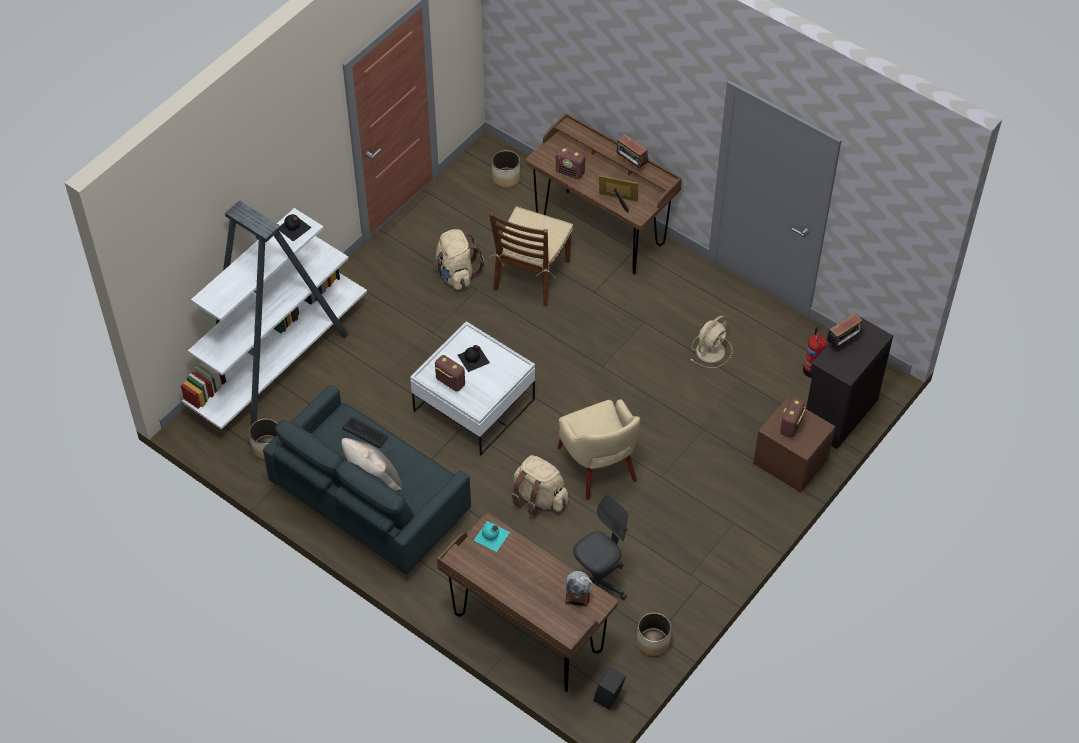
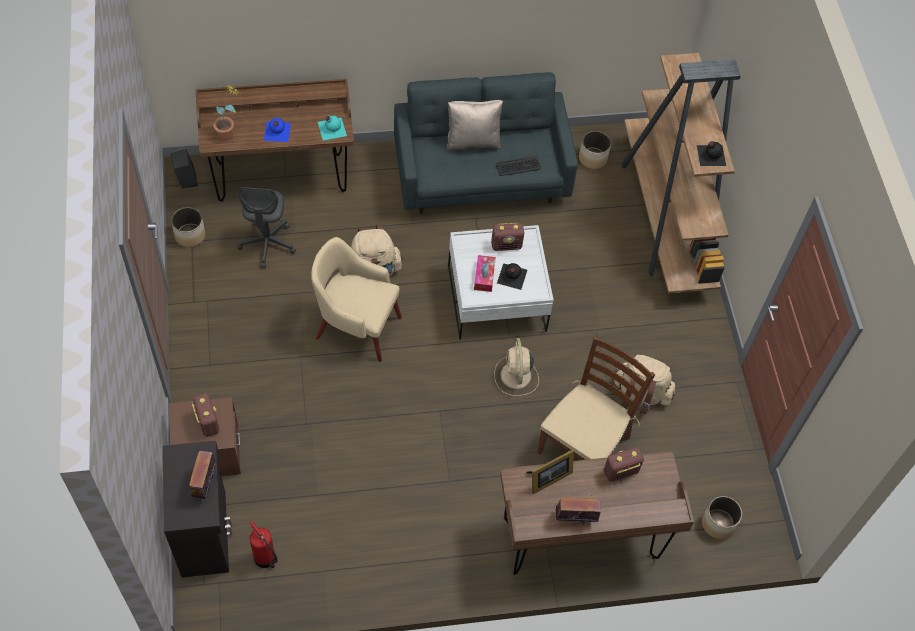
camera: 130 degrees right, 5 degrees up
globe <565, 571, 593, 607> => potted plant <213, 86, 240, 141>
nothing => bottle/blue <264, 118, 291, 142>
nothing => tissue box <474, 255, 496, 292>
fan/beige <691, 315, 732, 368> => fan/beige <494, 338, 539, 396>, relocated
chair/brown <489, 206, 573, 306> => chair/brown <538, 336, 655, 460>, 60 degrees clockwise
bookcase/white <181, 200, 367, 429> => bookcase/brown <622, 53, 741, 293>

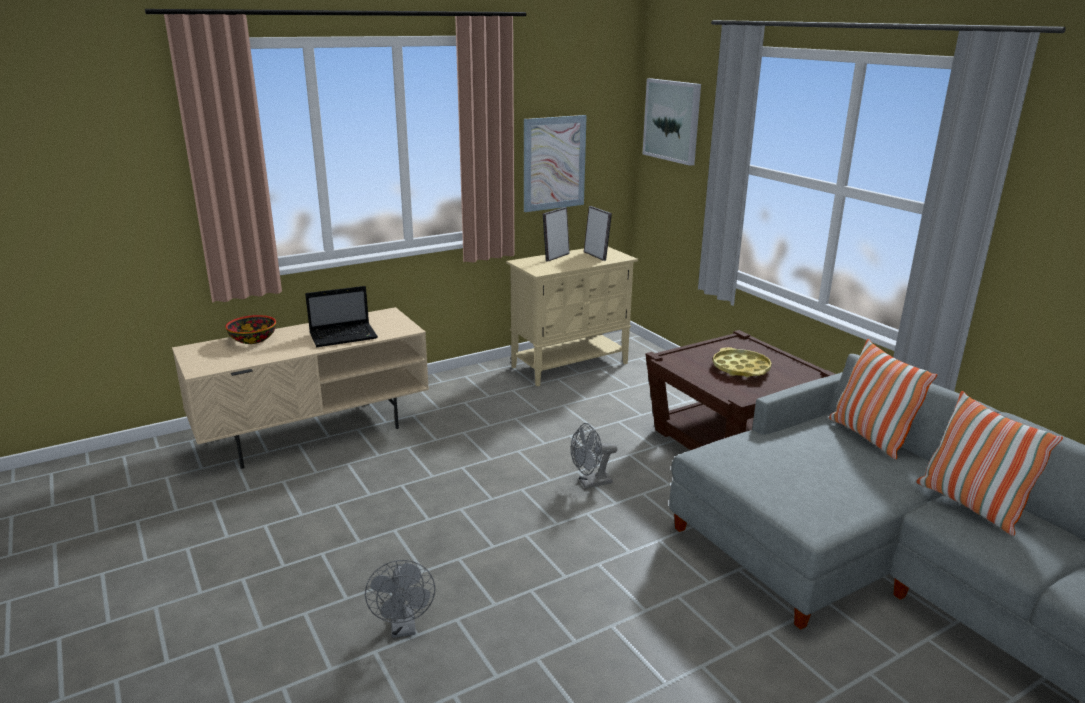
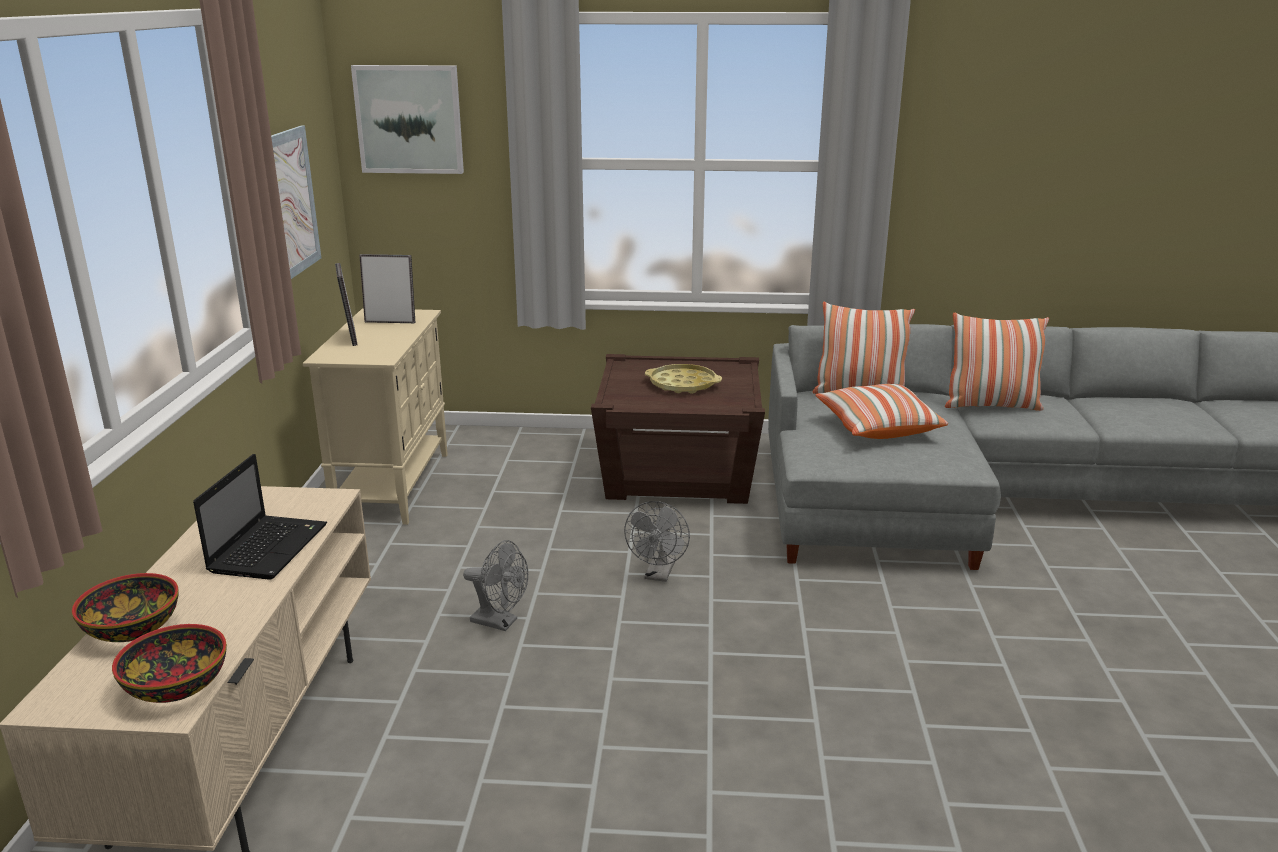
camera: 55 degrees left, 0 degrees up
nothing => bowl <112, 624, 227, 703>
fan/grey <365, 560, 435, 638> => fan/grey <463, 540, 528, 631>, relocated
nothing => pillow <815, 384, 948, 439>

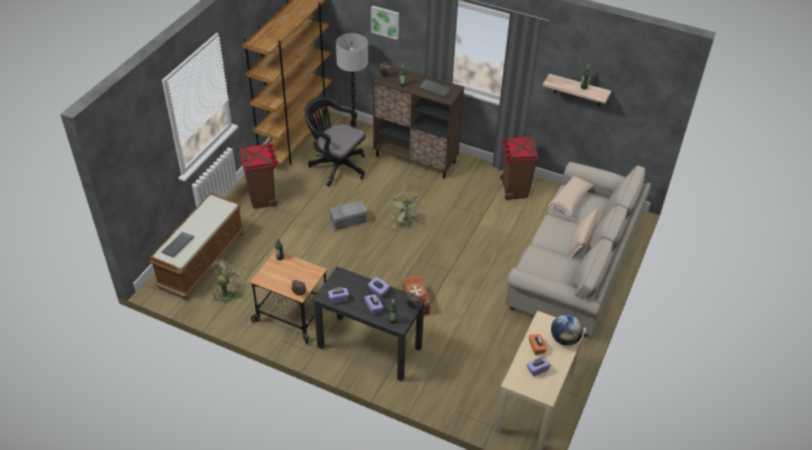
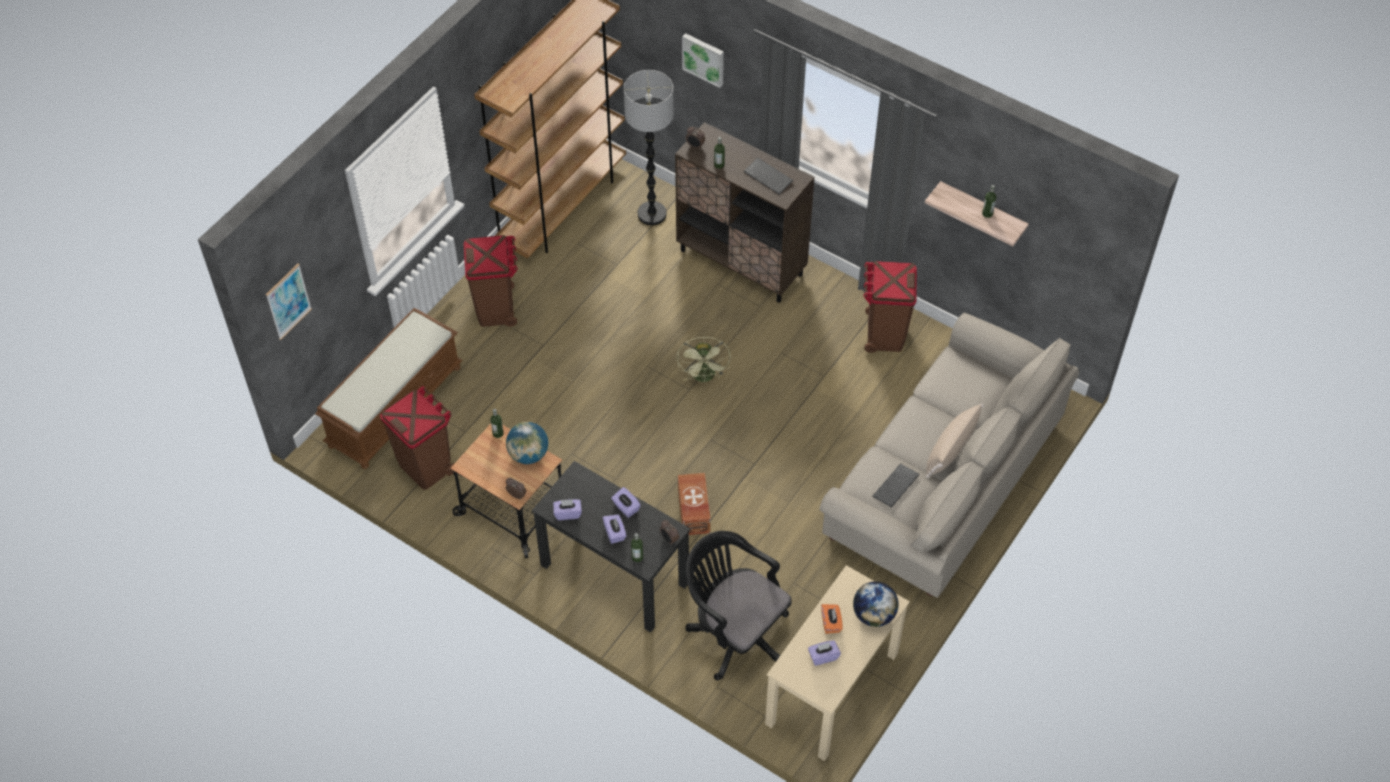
camera: 10 degrees right, 10 degrees up
nothing => picture <266, 263, 312, 340>
fan/green <212, 258, 244, 303> => trash can/brown <380, 386, 454, 490>
nothing => globe <506, 422, 548, 464>
office chair/black <305, 97, 366, 186> => office chair/black <686, 531, 792, 680>, relocated
keyboard <161, 232, 194, 257> => keyboard <872, 464, 919, 507>, relocated
storage box/grey <330, 200, 368, 232> => nothing
pillow/beige <549, 176, 594, 216> => nothing

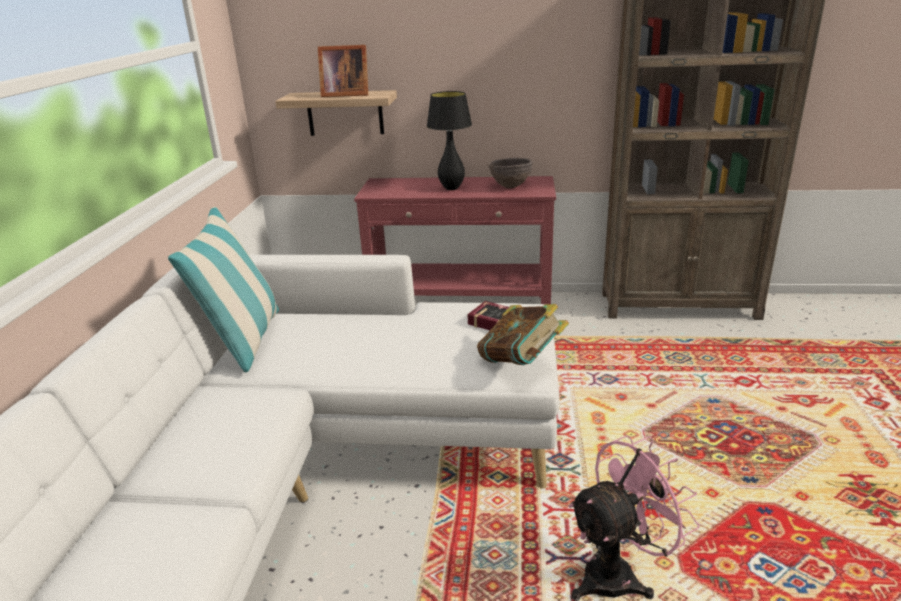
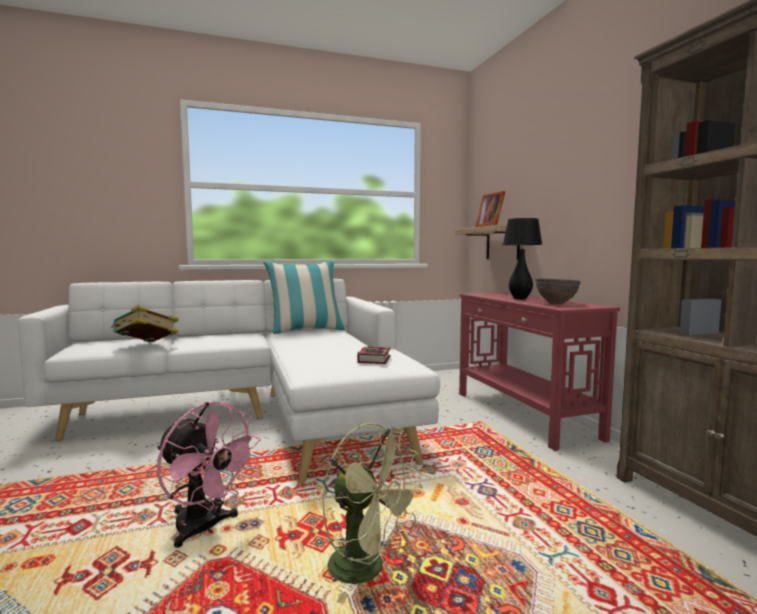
camera: 65 degrees right, 20 degrees down
book <477, 304, 569, 365> => book <111, 306, 179, 342>, relocated
nothing => fan/green <322, 423, 422, 604>

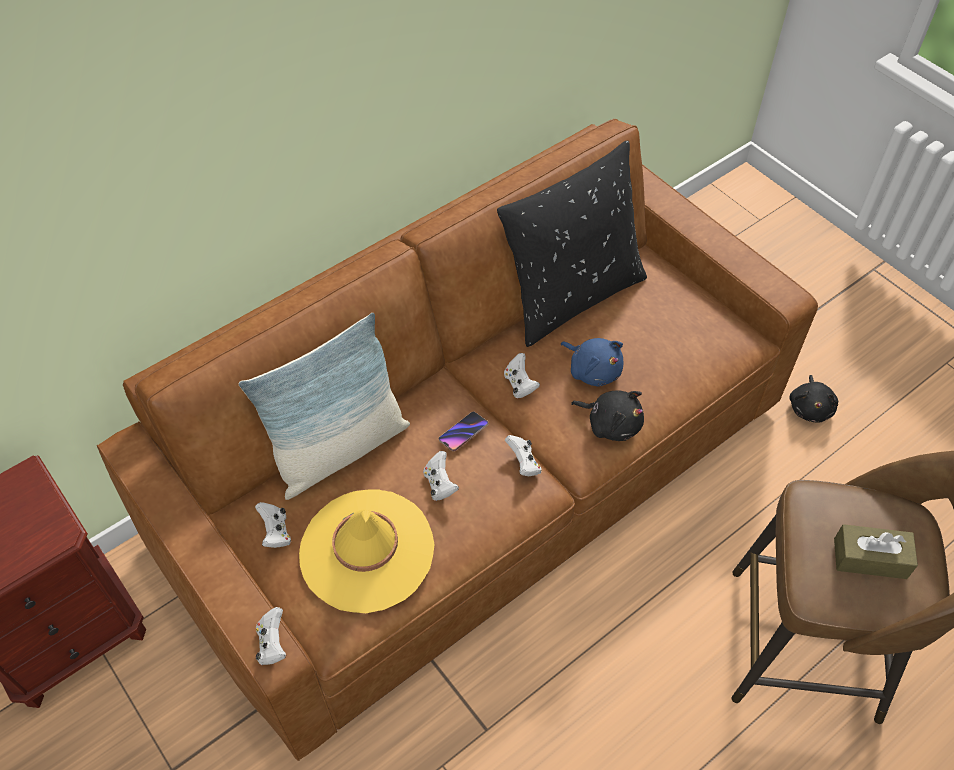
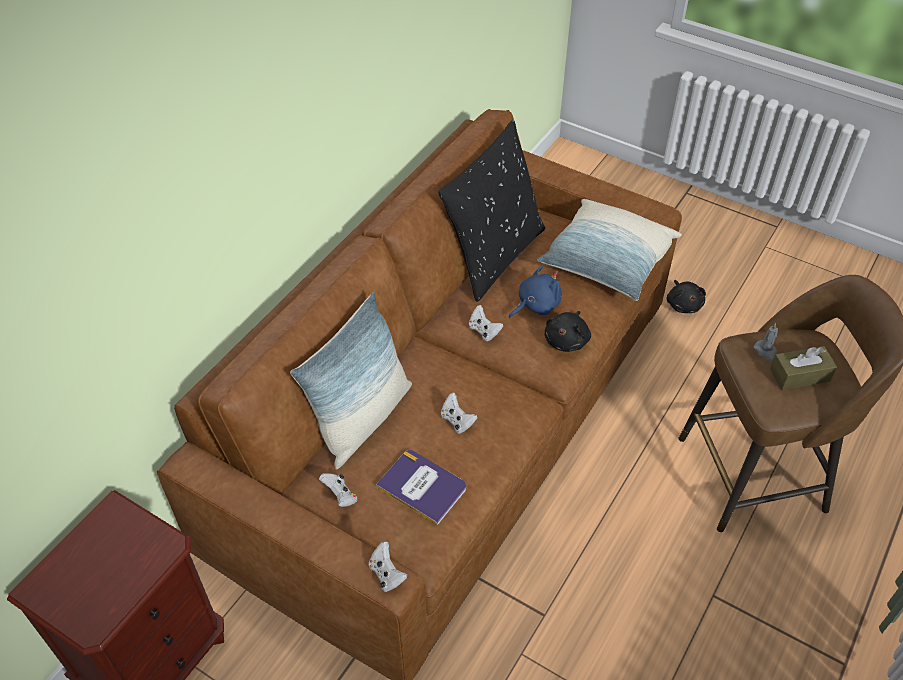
camera: 20 degrees left, 5 degrees down
hat/yellow <299, 489, 435, 613> => book <376, 450, 466, 525>
plush toy/blue <561, 338, 624, 387> => plush toy/blue <509, 265, 562, 318>, 60 degrees counterclockwise
nothing => pillow <537, 199, 682, 301>
plush toy/black <571, 390, 644, 441> => plush toy/black <544, 311, 591, 352>, 105 degrees clockwise
nothing => candle/grey <754, 323, 778, 361>
phone <439, 411, 489, 451> => nothing
game controller/white <505, 435, 542, 476> => nothing

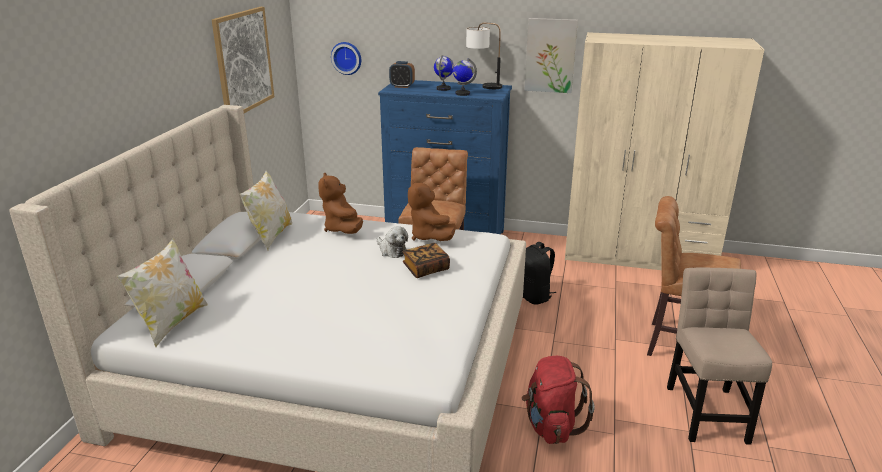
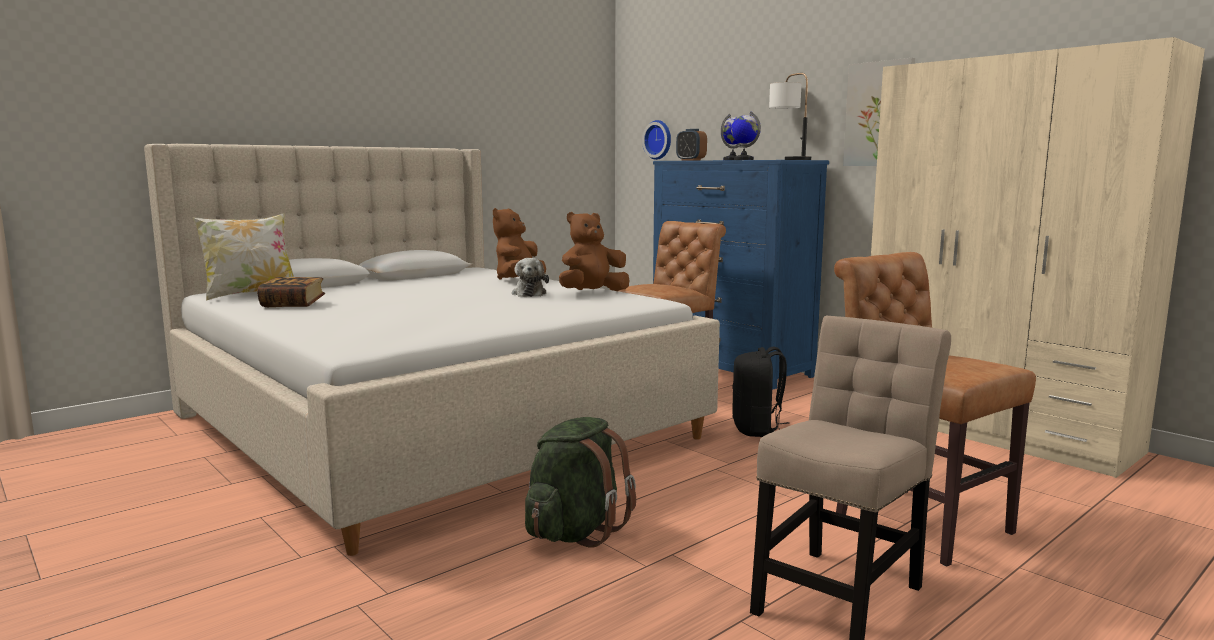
camera: 35 degrees right, 15 degrees down
book <402, 243, 450, 278> => book <257, 277, 325, 307>, relocated
backpack/red <522, 356, 594, 444> => backpack/green <525, 417, 636, 548>
plush toy/brown <408, 180, 456, 241> => plush toy/brown <559, 212, 629, 291>, 45 degrees clockwise
picture <212, 7, 274, 113> => nothing
pillow <240, 170, 292, 250> => nothing

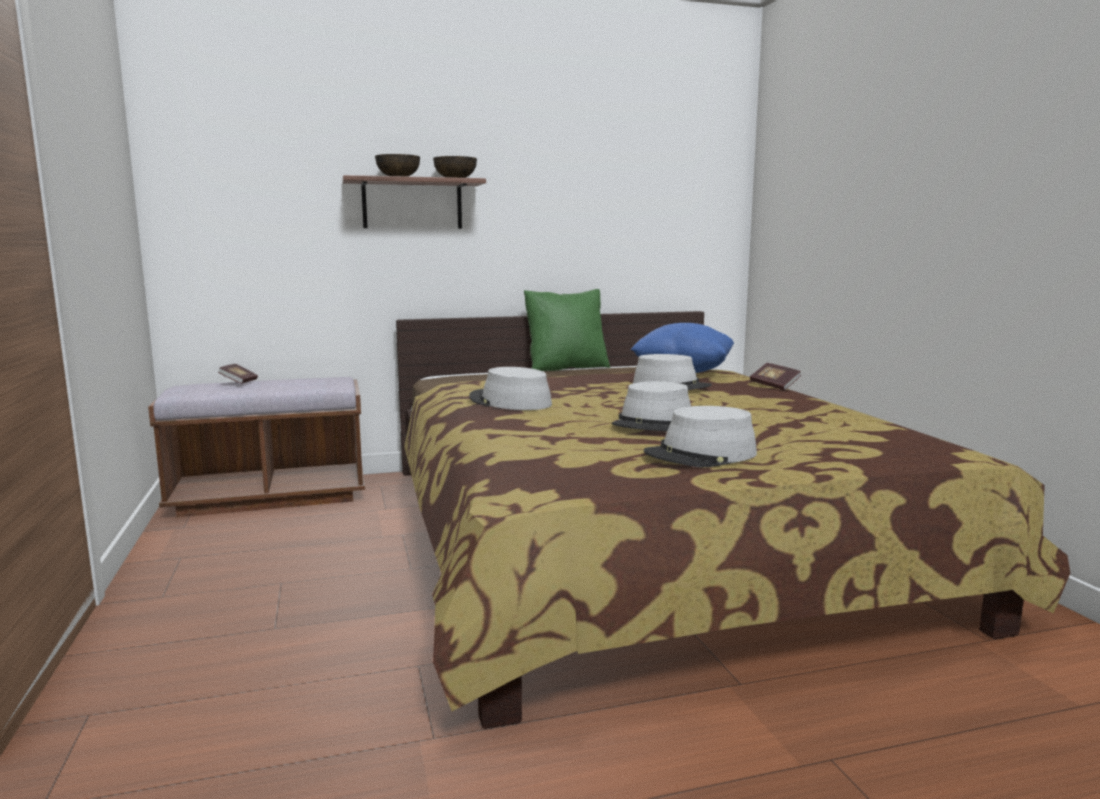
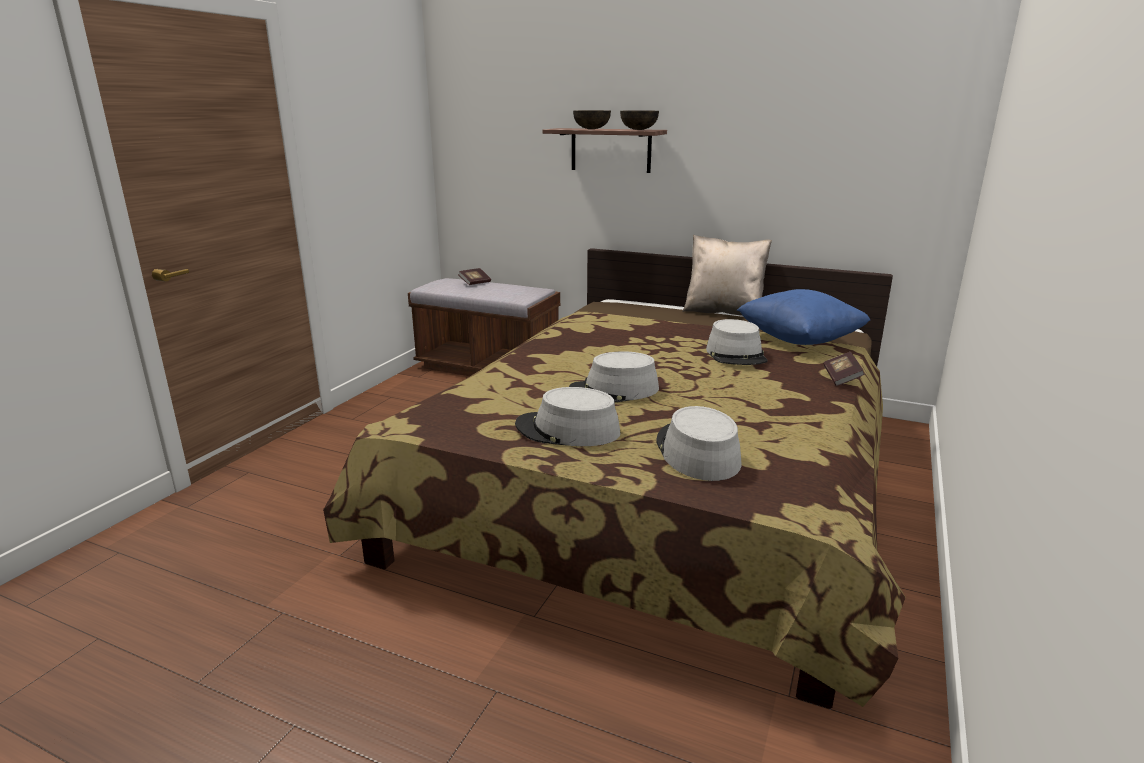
camera: 40 degrees right, 10 degrees up
hat/grey <469, 367, 552, 410> => hat/grey <656, 406, 741, 481>, relocated
pillow/green <524, 289, 610, 371> => pillow/beige <682, 235, 772, 316>

